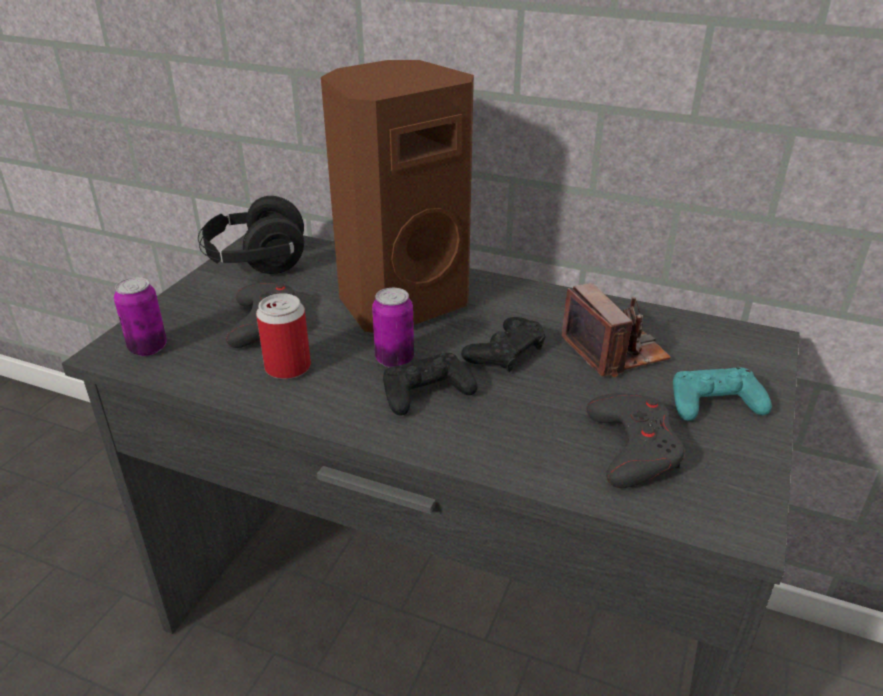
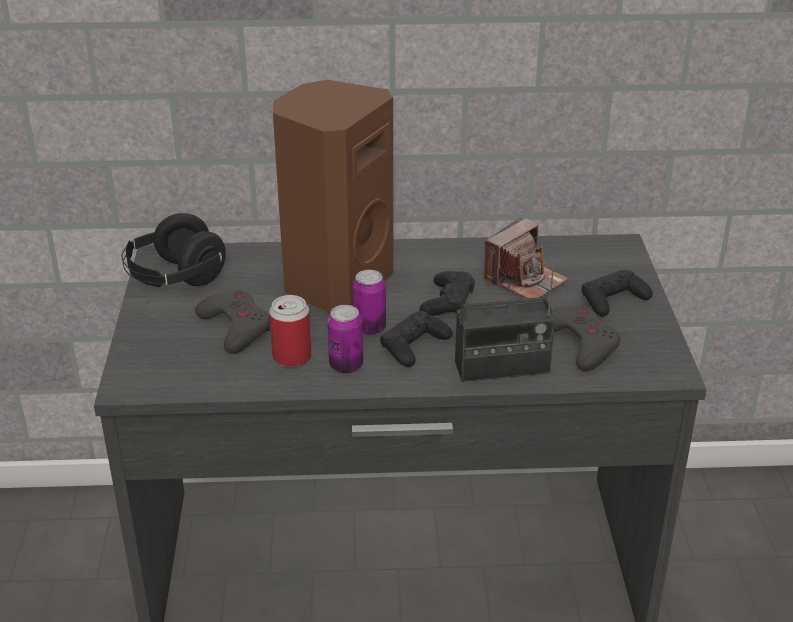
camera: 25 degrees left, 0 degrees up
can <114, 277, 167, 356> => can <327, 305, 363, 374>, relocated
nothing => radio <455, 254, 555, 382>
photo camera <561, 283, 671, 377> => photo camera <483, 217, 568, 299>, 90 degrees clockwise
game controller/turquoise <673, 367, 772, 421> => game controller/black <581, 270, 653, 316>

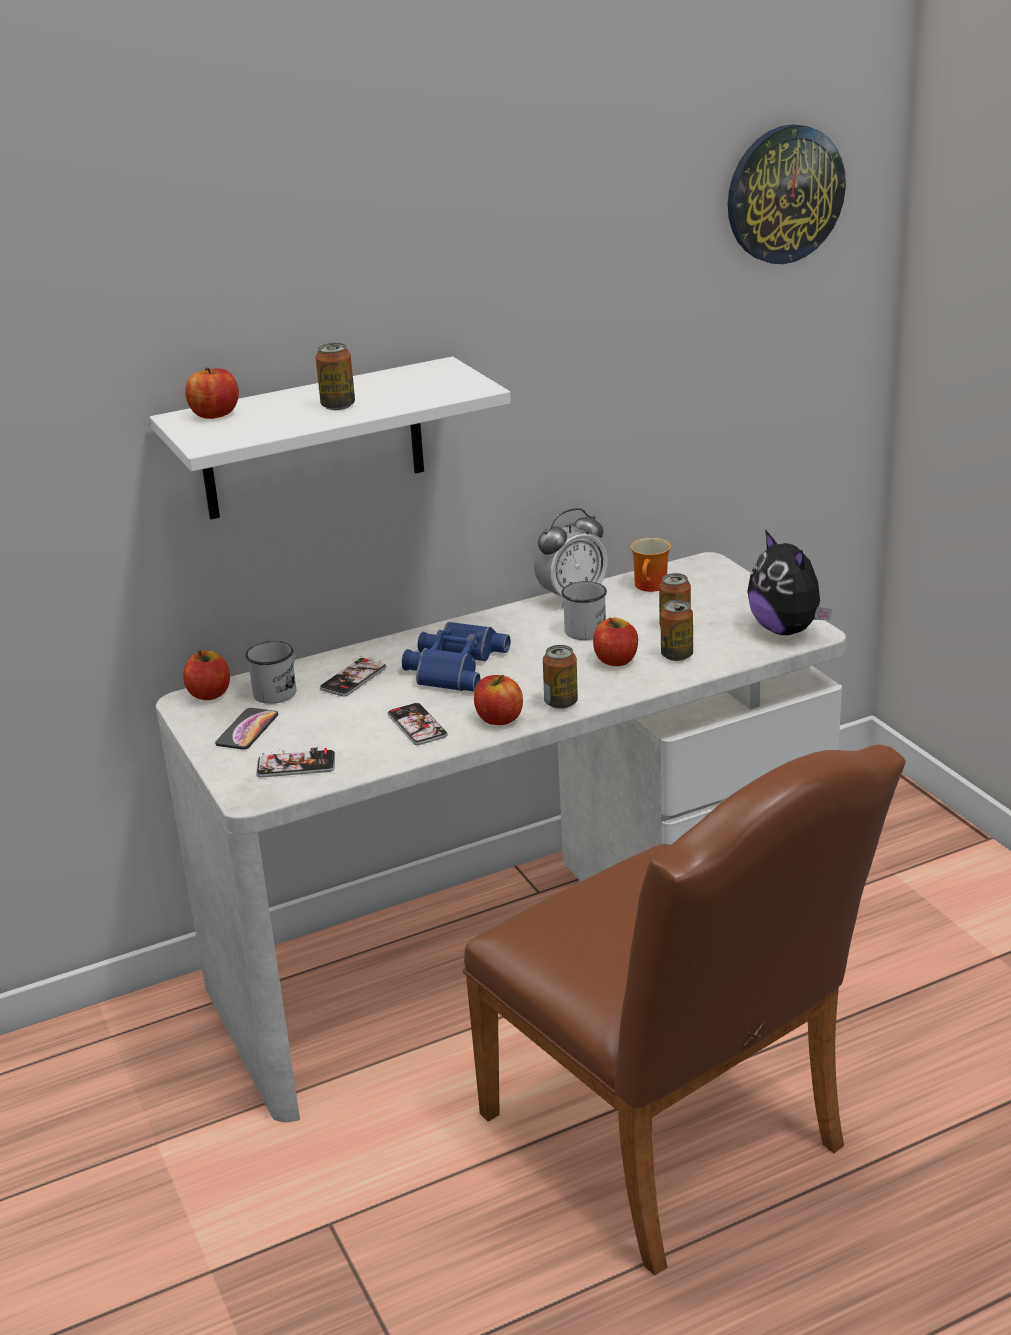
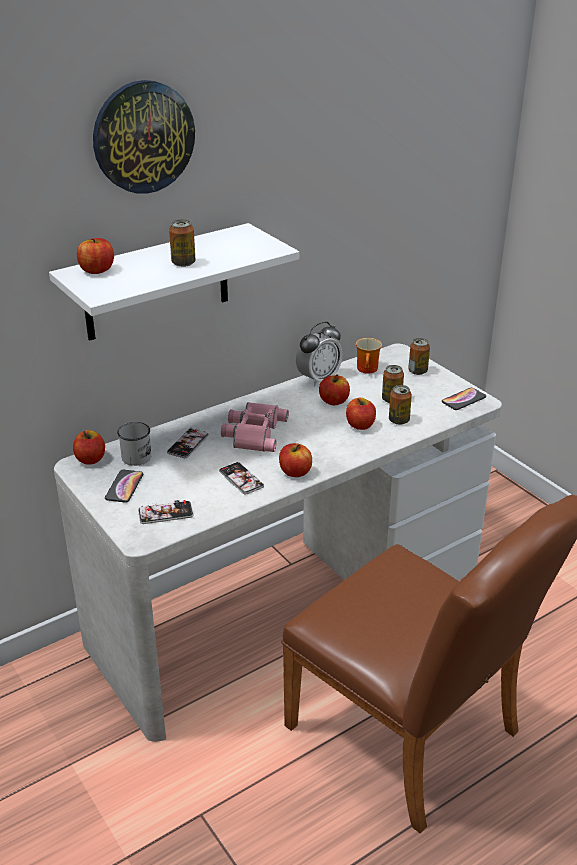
camera: 10 degrees left, 5 degrees up
wall clock <728, 124, 846, 264> => wall clock <93, 80, 195, 194>, relocated
binoculars/blue <402, 622, 511, 692> => binoculars/pink <221, 402, 289, 452>
mug/white <561, 581, 607, 640> => apple <319, 375, 350, 405>
can <543, 645, 578, 709> => can <408, 338, 430, 375>, relocated
plush toy <747, 530, 832, 635> => phone <442, 388, 486, 410>

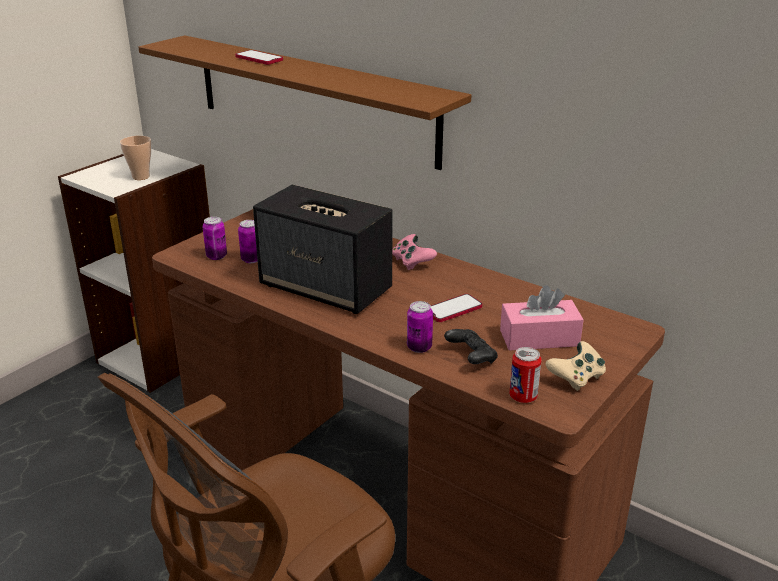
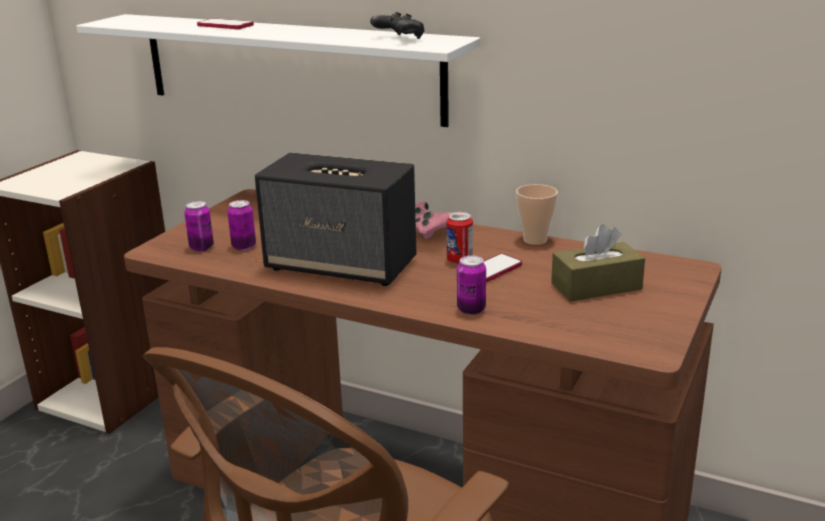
camera: 10 degrees left, 5 degrees down
shelf/brown <138, 35, 472, 170> => shelf/white <76, 14, 480, 127>
game controller/black <444, 329, 498, 364> => game controller/black <370, 12, 424, 39>, relocated
can <509, 347, 542, 403> => can <446, 212, 473, 265>, relocated
cup <120, 136, 151, 180> => cup <516, 184, 558, 245>, relocated
tissue box/pink <500, 285, 584, 351> => tissue box/brown <551, 224, 645, 302>
game controller/beige <545, 341, 606, 391> => nothing

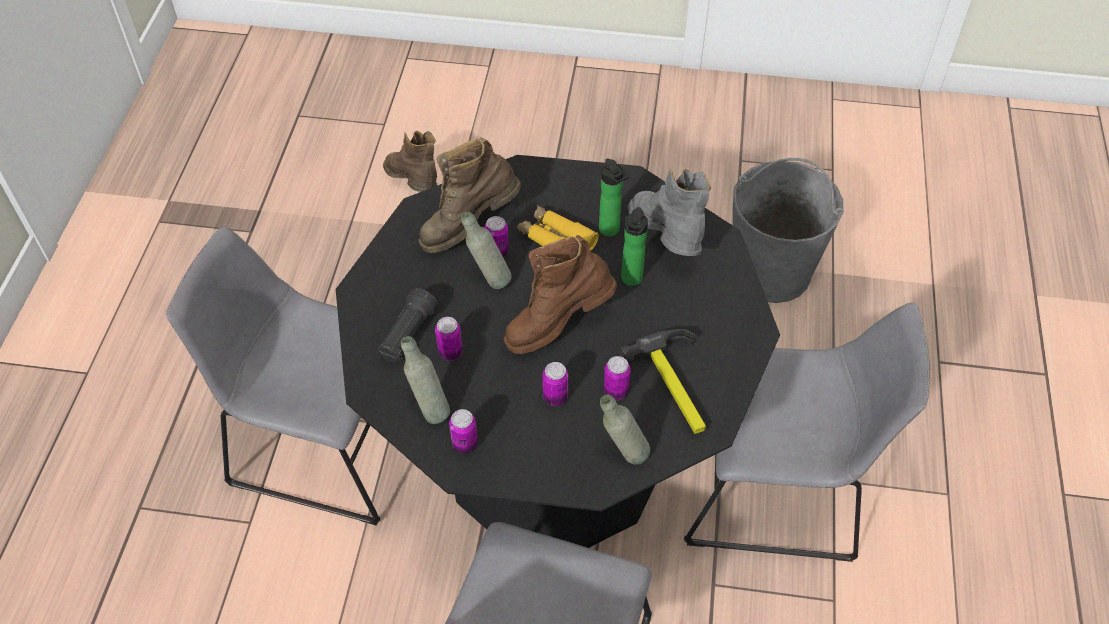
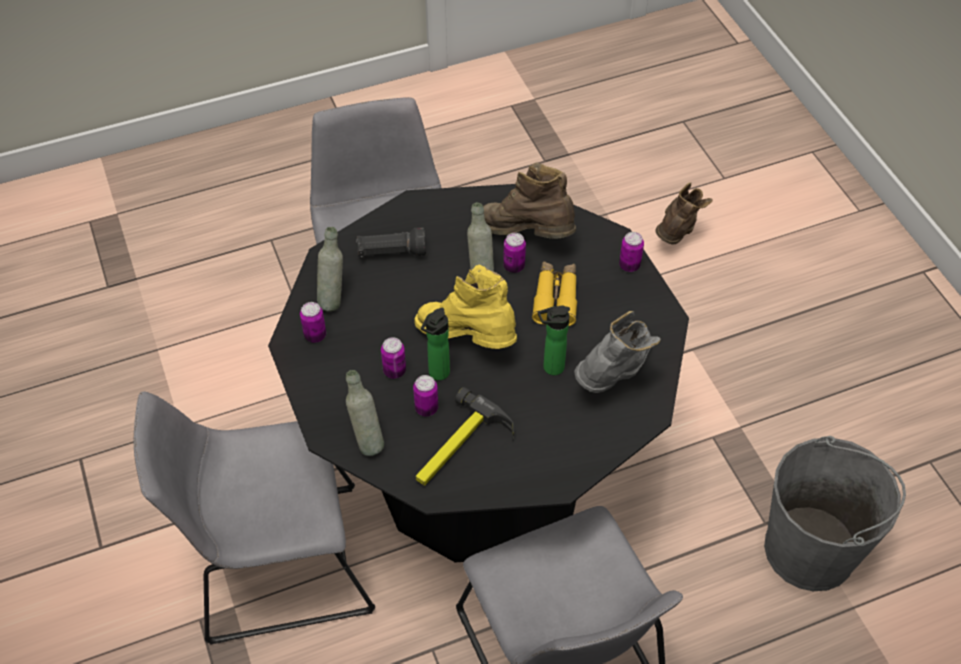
camera: 60 degrees right, 0 degrees up
boot/brown <504, 235, 617, 354> => boot/yellow <414, 265, 517, 349>
bottle <599, 158, 629, 236> => bottle <421, 308, 450, 380>, relocated
can <435, 317, 463, 361> => can <619, 232, 644, 272>, relocated

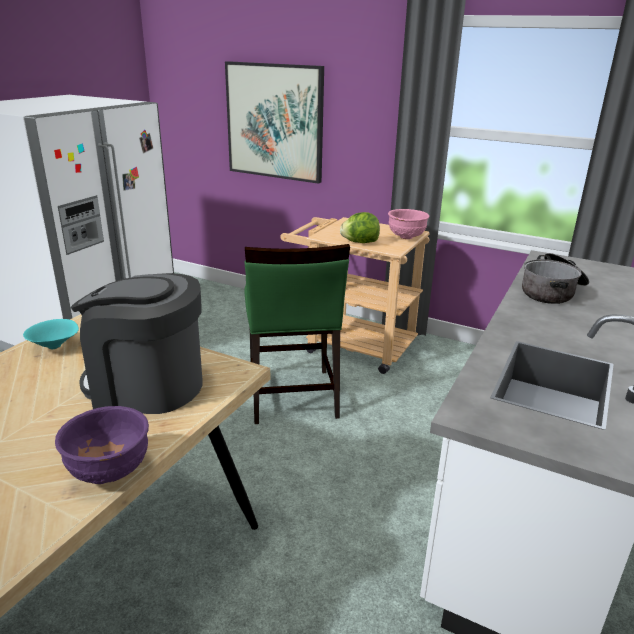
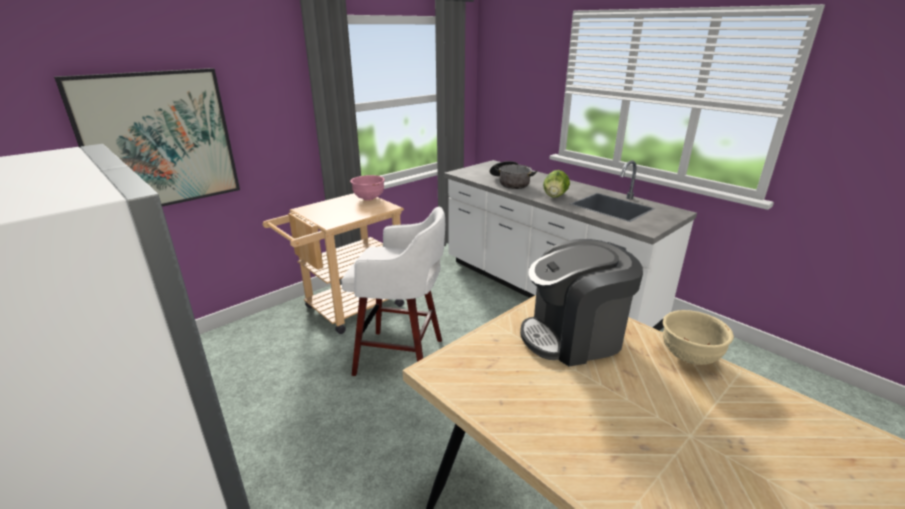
camera: 70 degrees left, 0 degrees up
chair/green <244, 244, 350, 424> => stool/white <341, 206, 445, 376>
coffee machine <71, 273, 203, 414> => coffee machine <520, 239, 643, 367>, 45 degrees clockwise
lettuce <340, 212, 380, 243> => lettuce <543, 170, 570, 198>, relocated
bowl/purple <55, 406, 149, 484> => bowl/beige <663, 310, 734, 365>
bowl/turquoise <23, 319, 79, 349> => nothing

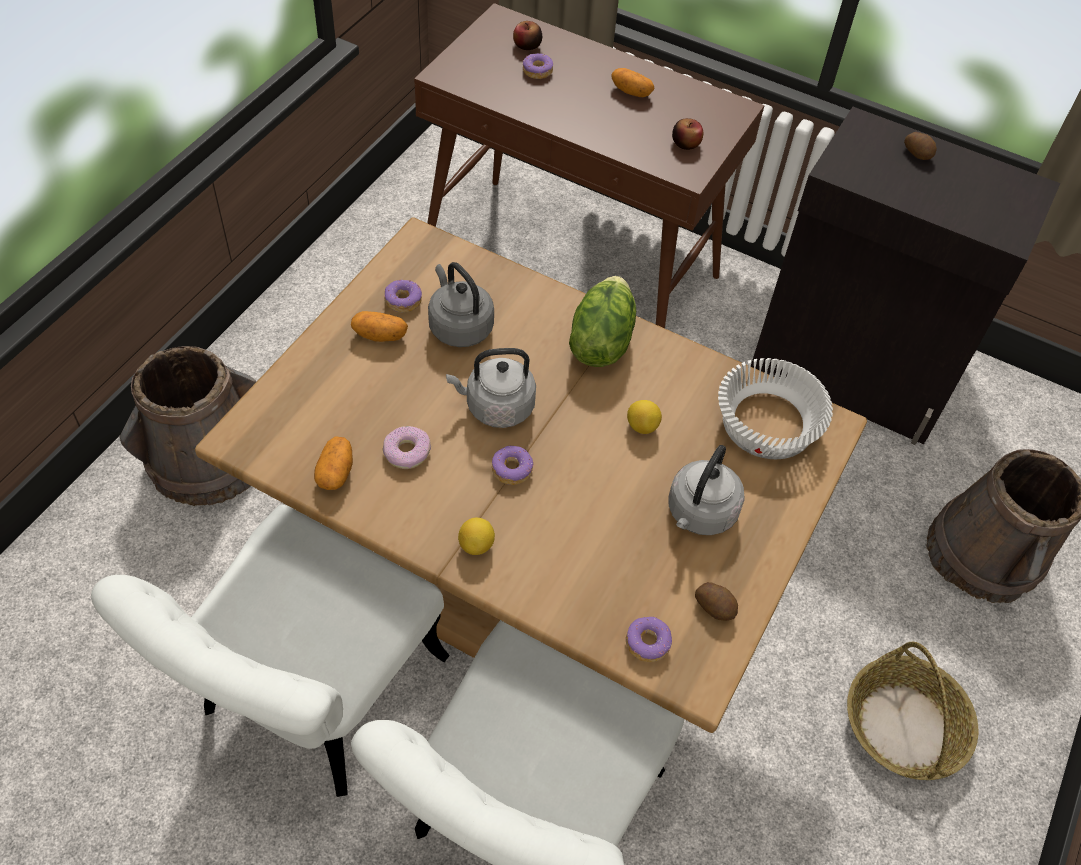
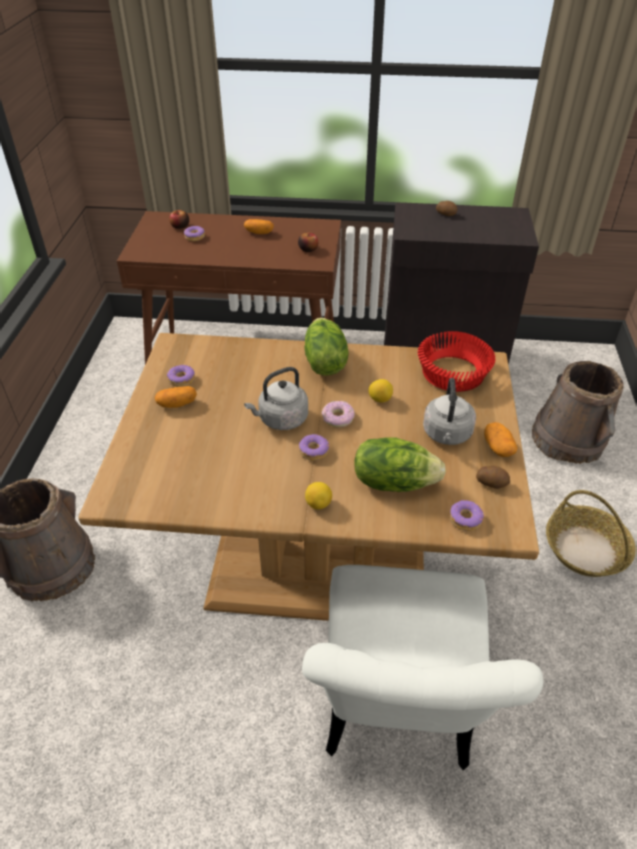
camera: 20 degrees left, 10 degrees down
donut <383, 426, 431, 469> => donut <322, 401, 355, 428>, relocated
nothing => lettuce <354, 437, 446, 492>
bowl/white <718, 358, 833, 459> => bowl/red <418, 331, 495, 392>
potato <314, 436, 353, 490> => potato <484, 422, 518, 457>, relocated
chair/white <91, 505, 450, 797> => nothing
kettle/grey <428, 262, 494, 347> => nothing

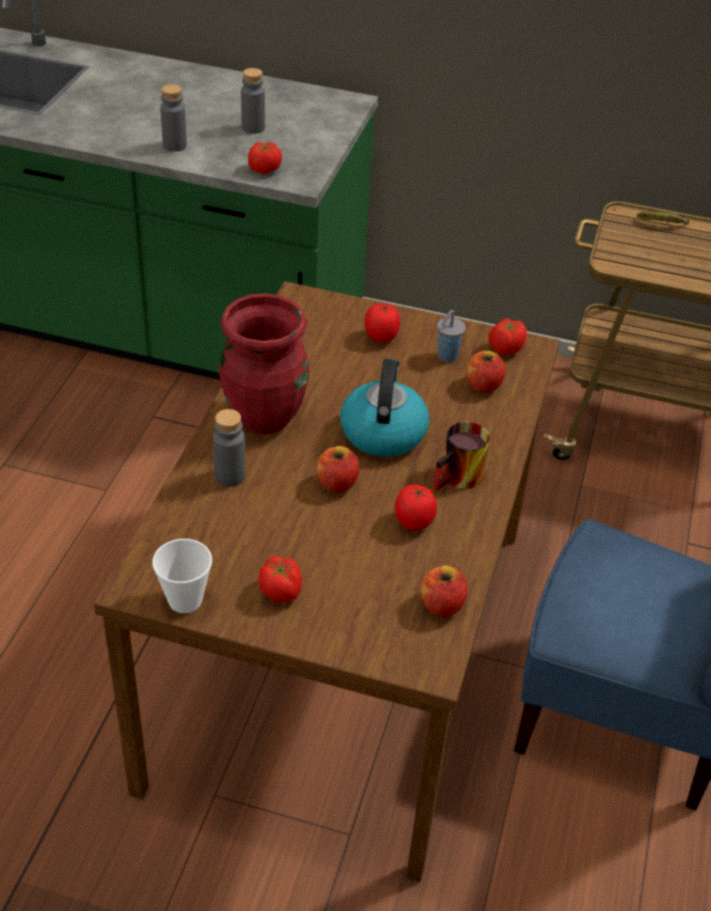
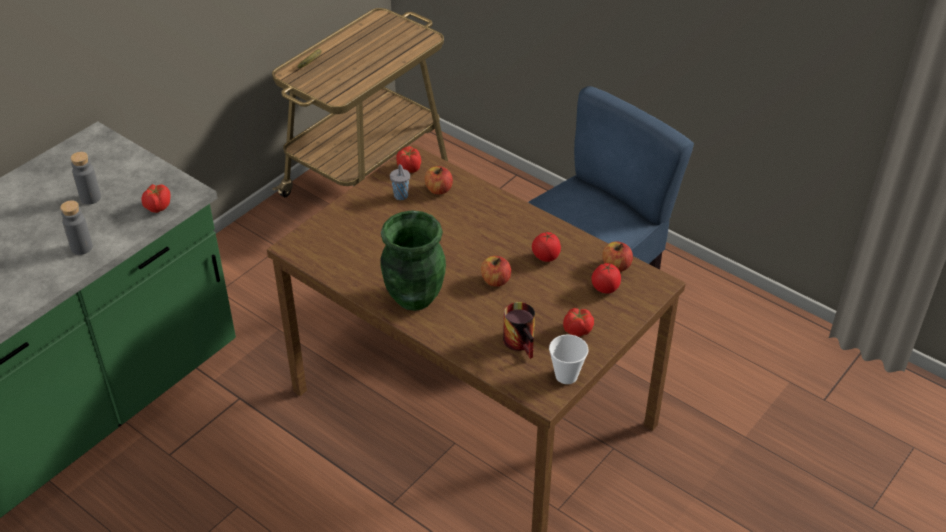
camera: 65 degrees left, 0 degrees up
vase/red <219, 293, 309, 435> => vase/green <381, 210, 446, 311>
mug <433, 421, 490, 491> => mug <503, 302, 535, 359>, relocated
tomato <365, 303, 400, 343> => tomato <592, 263, 621, 294>, relocated
bottle/grey <213, 409, 245, 487> => nothing
kettle <340, 359, 429, 457> => nothing

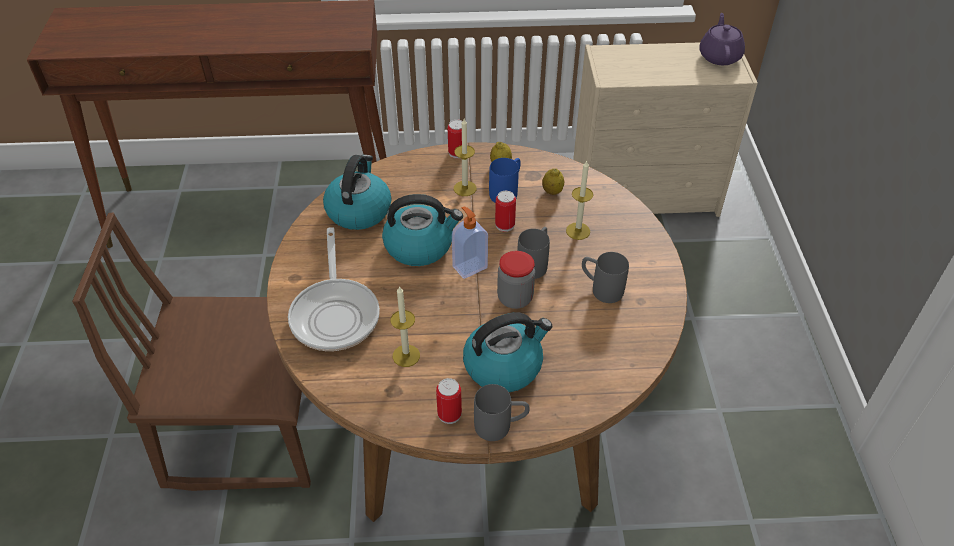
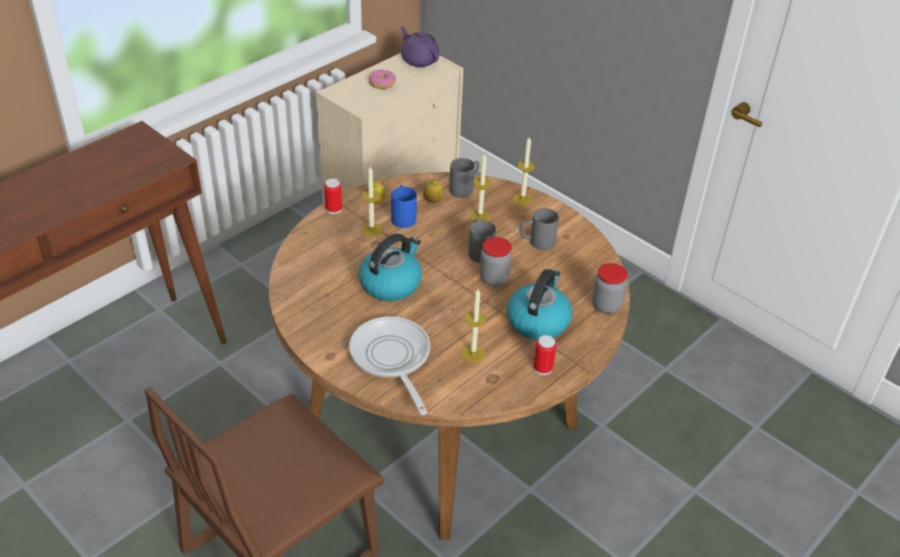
camera: 45 degrees left, 5 degrees down
frying pan <288, 227, 380, 351> => frying pan <349, 316, 430, 415>, 150 degrees counterclockwise
nothing => donut <369, 70, 396, 89>
mug/grey <474, 384, 530, 441> => mug/grey <449, 158, 480, 198>, relocated
nothing => candle <513, 136, 535, 205>
nothing => jar <592, 263, 628, 314>
kettle <323, 155, 391, 230> => nothing
soap dispenser <452, 207, 488, 279> => nothing
can <495, 191, 516, 232> => nothing

